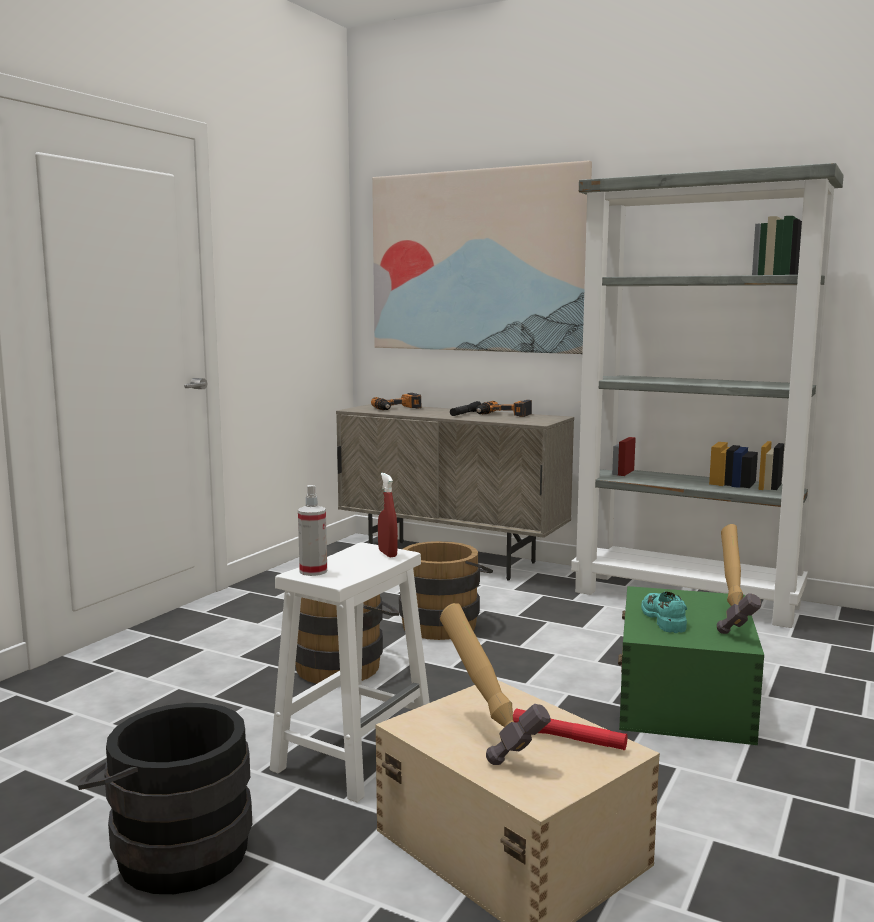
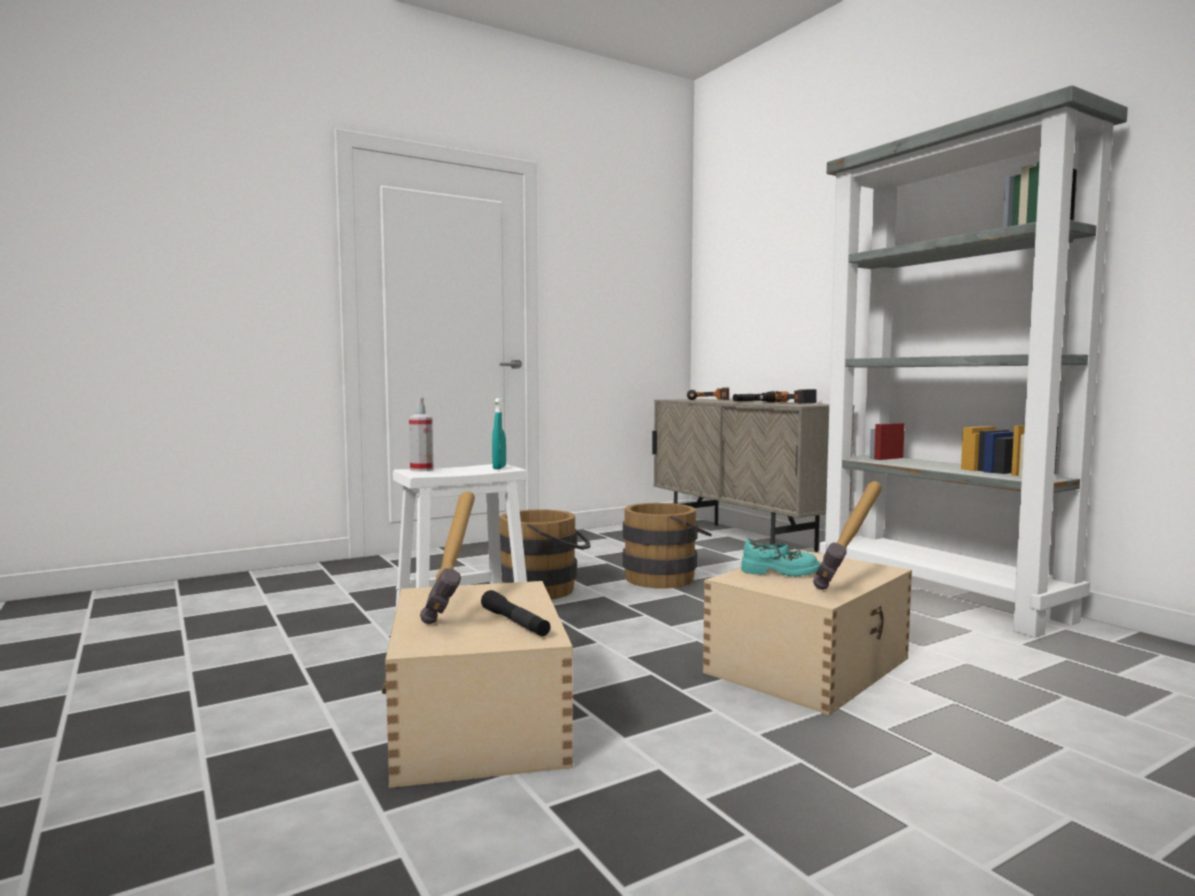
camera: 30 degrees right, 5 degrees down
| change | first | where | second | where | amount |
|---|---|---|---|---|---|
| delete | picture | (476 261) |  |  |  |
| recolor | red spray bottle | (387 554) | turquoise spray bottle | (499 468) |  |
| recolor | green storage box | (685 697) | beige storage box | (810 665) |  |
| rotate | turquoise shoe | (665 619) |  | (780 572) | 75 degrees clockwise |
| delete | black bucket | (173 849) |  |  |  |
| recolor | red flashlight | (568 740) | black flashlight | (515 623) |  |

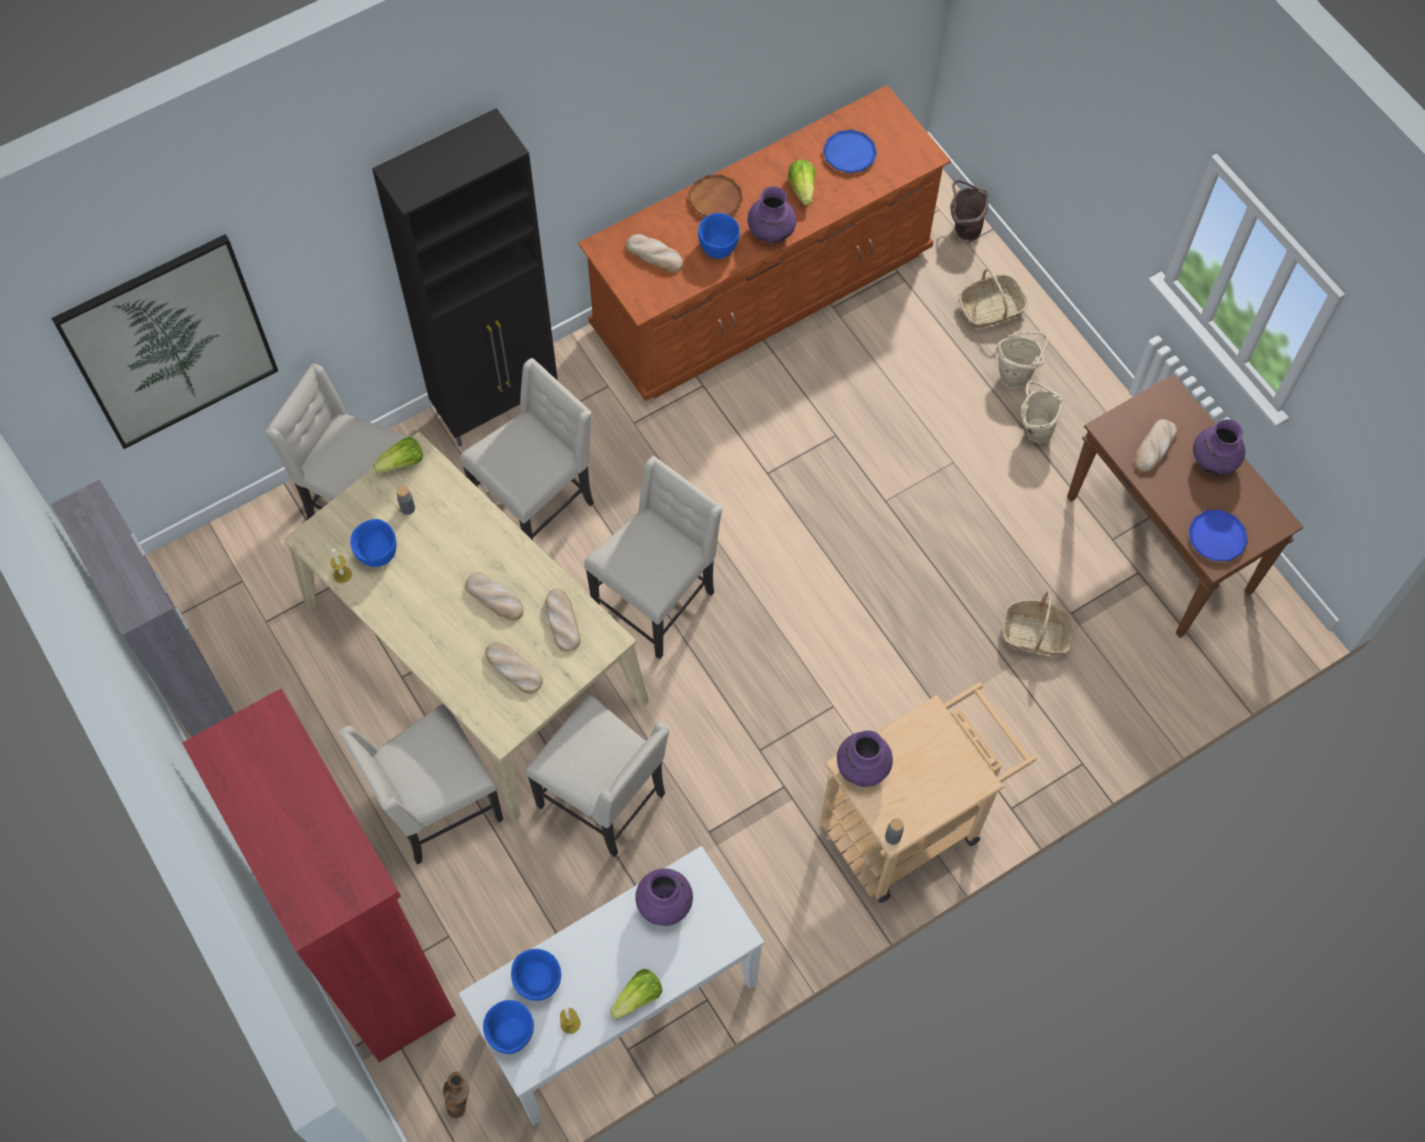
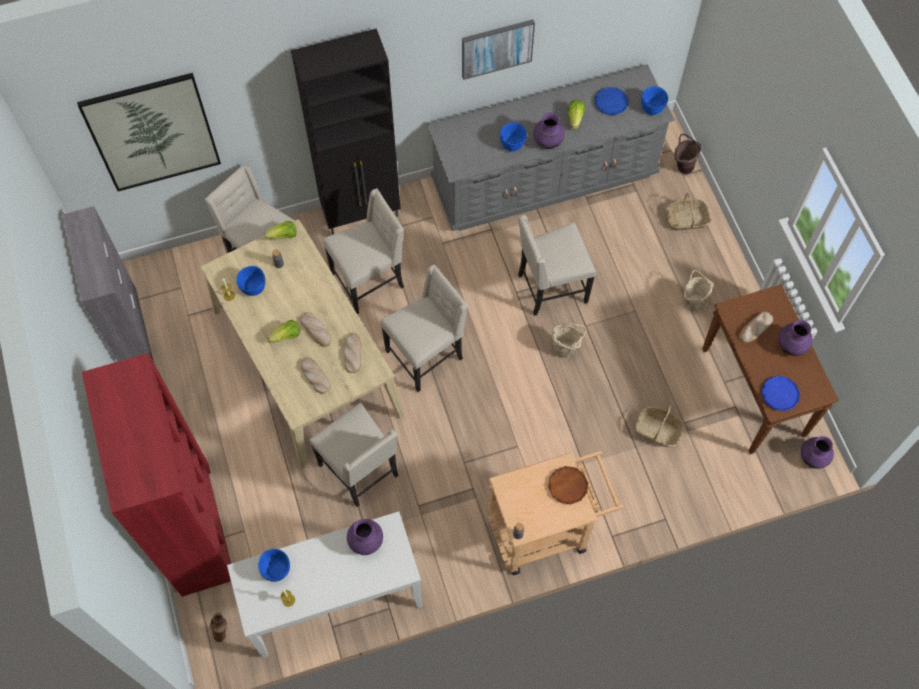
camera: 15 degrees right, 0 degrees up
| change | first | where | second | where | amount |
|---|---|---|---|---|---|
| recolor | brown dresser | (762 291) | grey dresser | (544 178) |  |
| move | brown plate | (715 199) |  | (568 486) |  |
| delete | bread | (655 255) |  |  |  |
| move | beige bucket | (1016 375) |  | (566 349) |  |
| move | beige chair | (436 808) |  | (550 288) |  |
| move | purple vase | (862 767) |  | (813 457) |  |
| move | lettuce | (638 997) |  | (287 336) |  |
| move | blue bowl | (511 1032) |  | (652 107) |  |
| insert |  |  | picture | (496 48) |  |

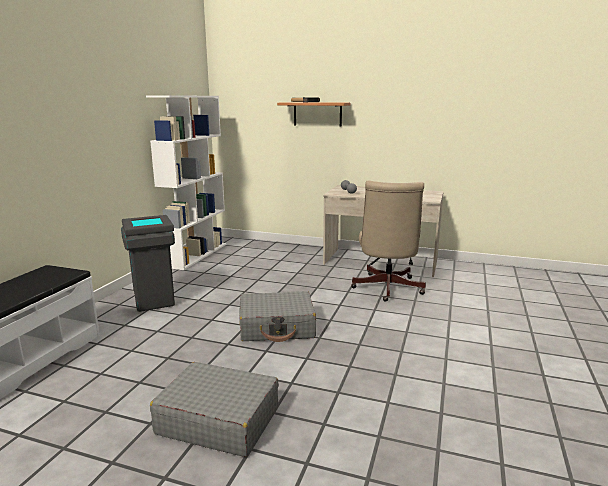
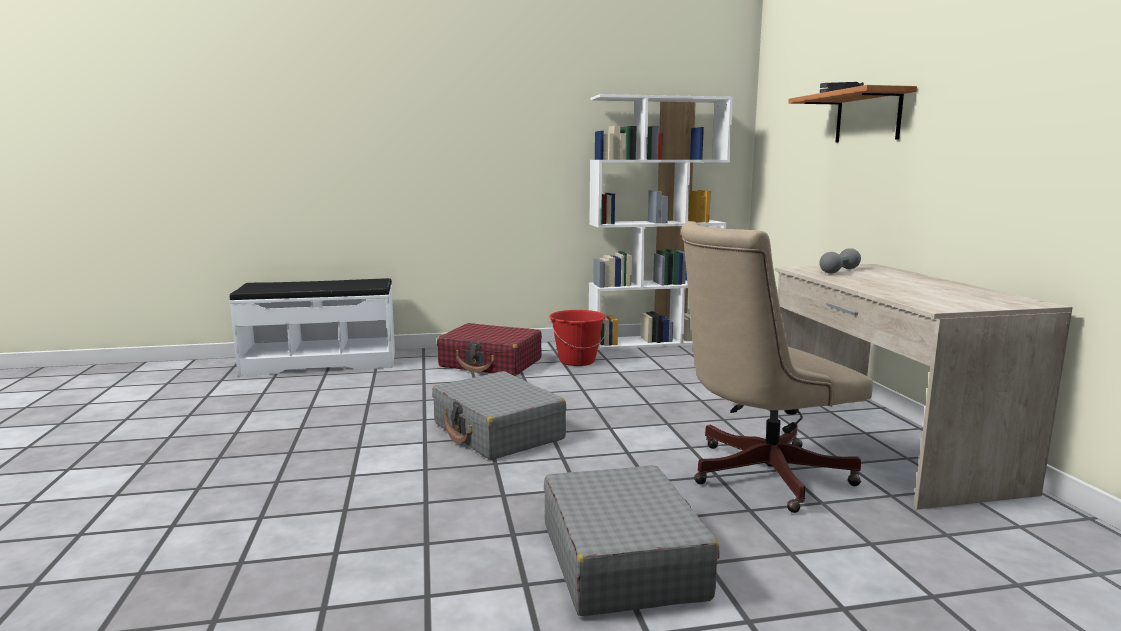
camera: 60 degrees right, 5 degrees down
| change | first | where | second | where | amount |
|---|---|---|---|---|---|
| replace | grey trash can | (154 302) | red suitcase | (491 363) |  |
| move | grey suitcase | (218 420) |  | (622 559) |  |
| insert |  |  | red bucket | (577 361) |  |

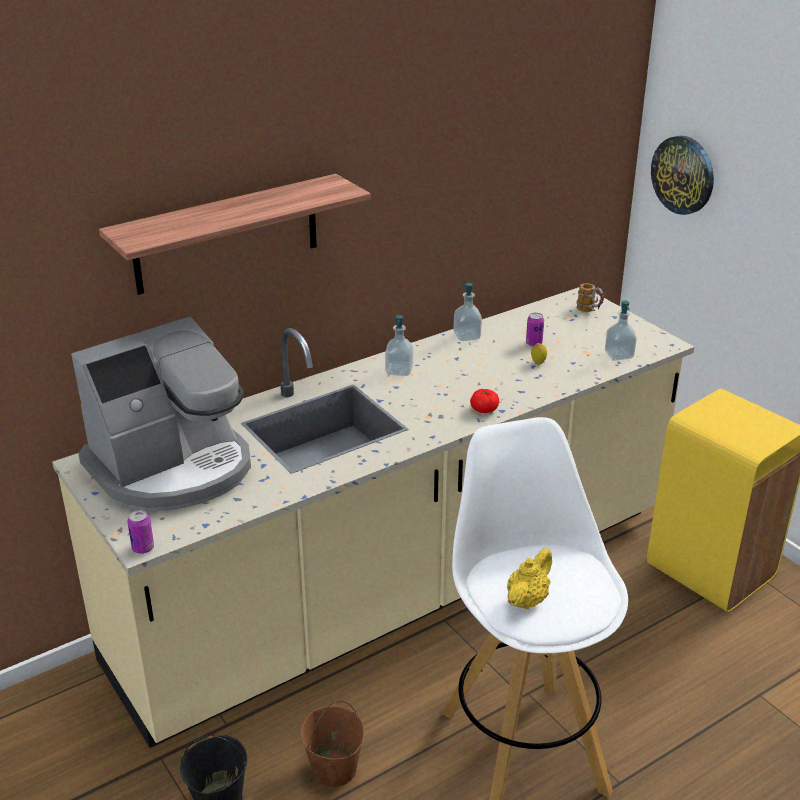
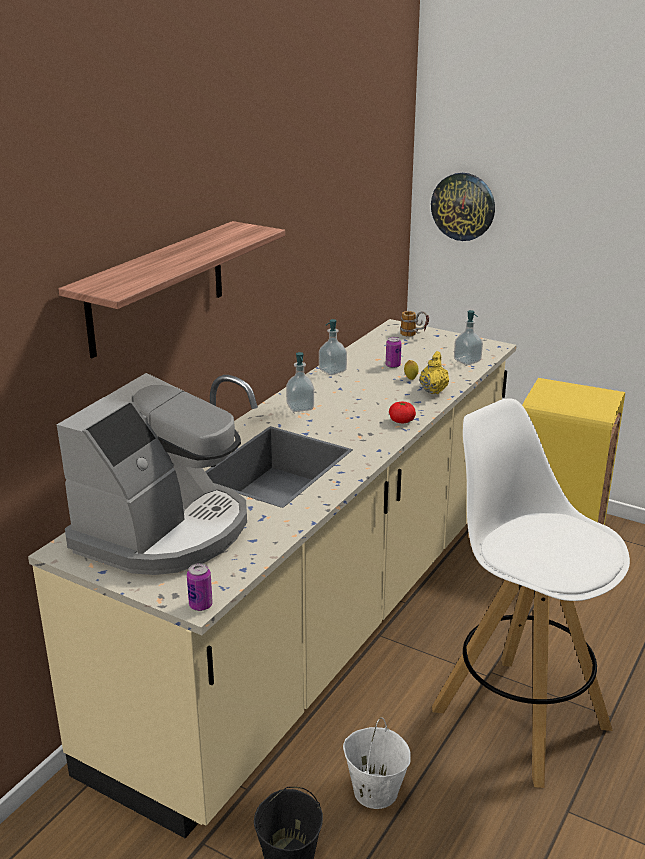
camera: 25 degrees left, 5 degrees down
| change | first | where | second | where | amount |
|---|---|---|---|---|---|
| move | yellow teapot | (527 599) |  | (433 390) |  |
| recolor | brown bucket | (333 768) | white bucket | (374 791) |  |

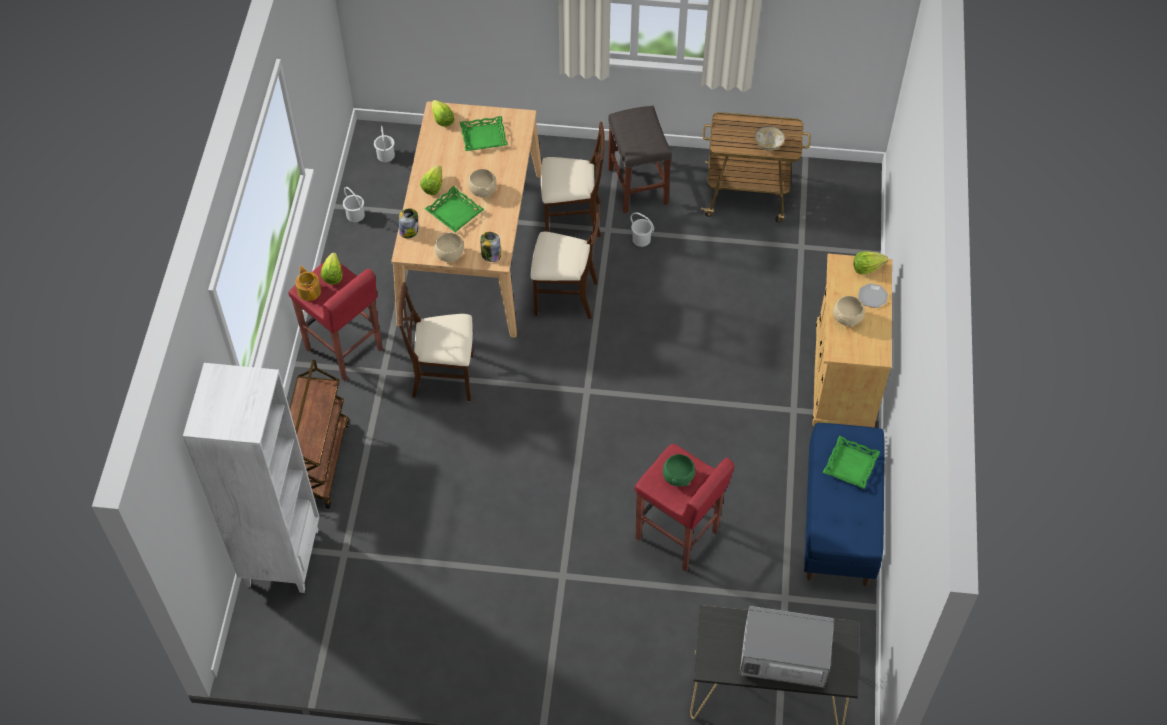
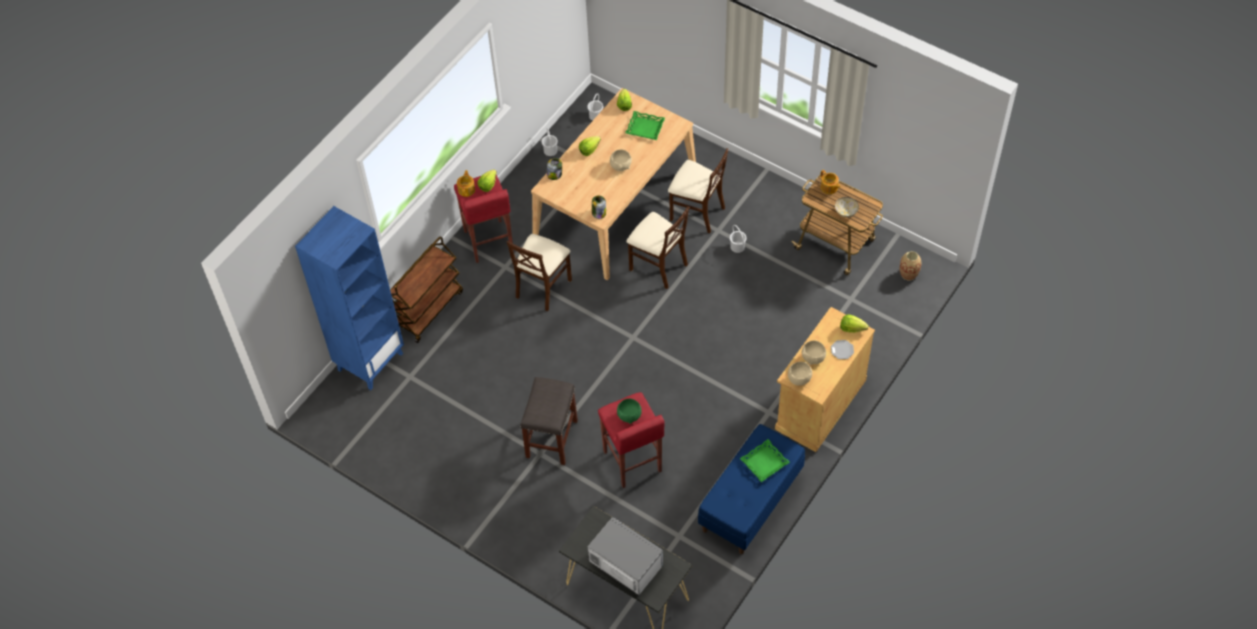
camera: 30 degrees right, 0 degrees up
| change | first | where | second | where | amount |
|---|---|---|---|---|---|
| move | grey stool | (637 185) |  | (551 438) |  |
| delete | green tray | (454 213) |  |  |  |
| move | beige bowl | (450 255) |  | (799 379) |  |
| rotate | beige chair | (444 377) |  | (543 287) | 90 degrees counterclockwise |
| recolor | white bookcase | (282 557) | blue bookcase | (370 361) |  |
| insert |  |  | teapot | (829 187) |  |
| insert |  |  | vase | (908 274) |  |

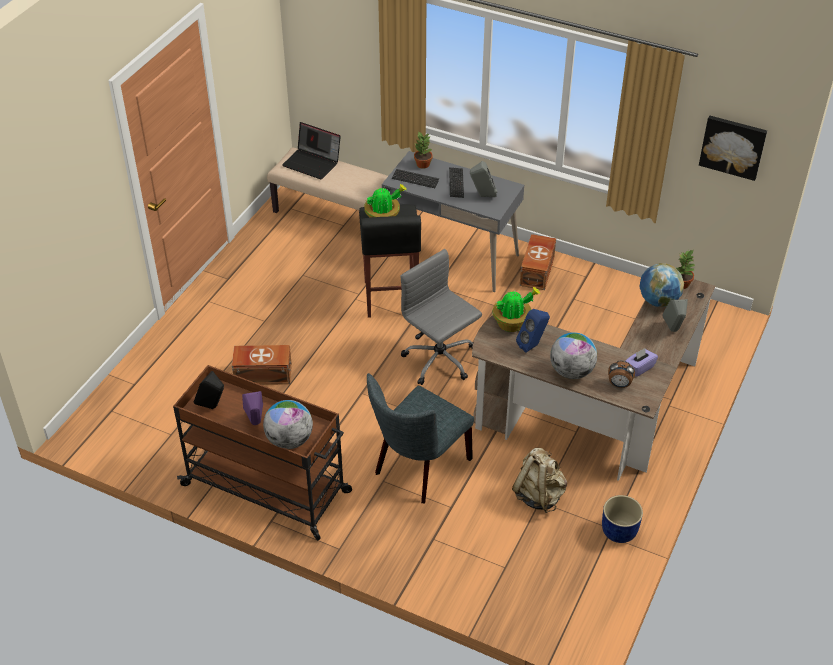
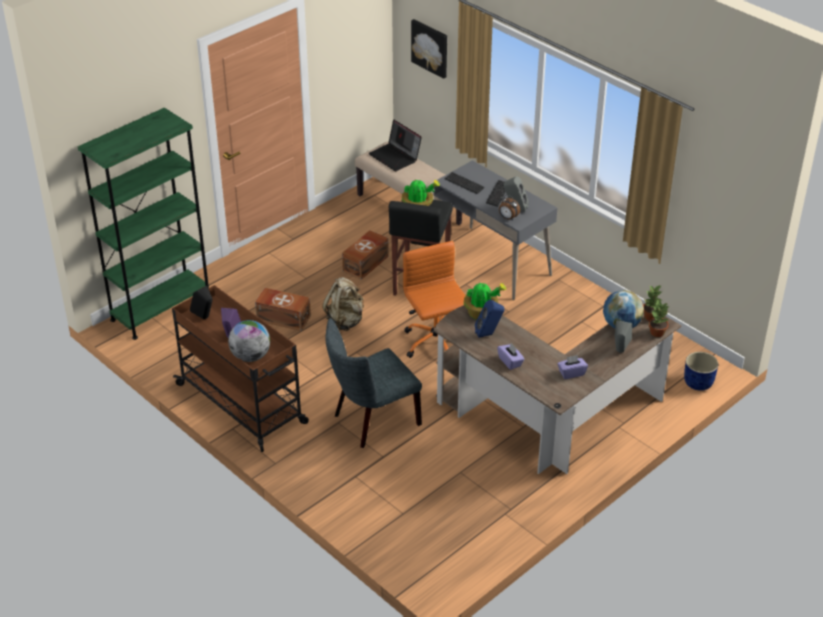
camera: 20 degrees right, 5 degrees down
| change | first | where | second | where | amount |
|---|---|---|---|---|---|
| move | picture | (733 146) |  | (430 48) |  |
| move | potted plant | (422 164) |  | (656 332) |  |
| move | brown storage box | (538 271) |  | (366 263) |  |
| recolor | grey office chair | (440 360) | orange office chair | (436 343) |  |
| replace | globe | (571 371) | purple tissue box | (510 362) |  |
| move | alarm clock | (619 385) |  | (508 218) |  |
| move | beige backpack | (539 495) |  | (345 321) |  |
| move | blue planter | (619 531) |  | (698 383) |  |
| insert |  |  | green bookcase | (161 308) |  |

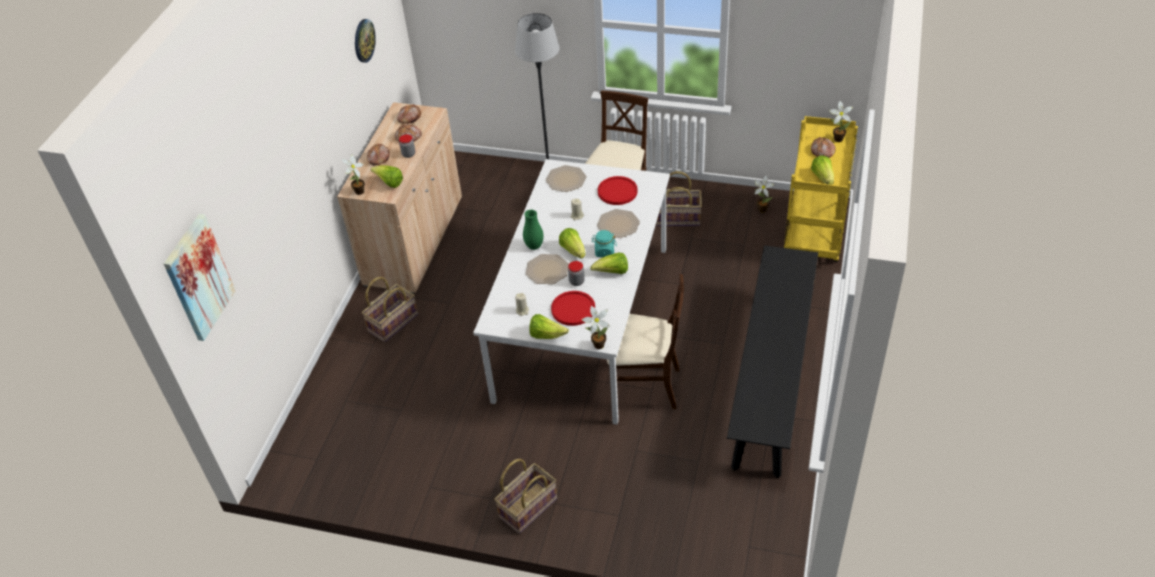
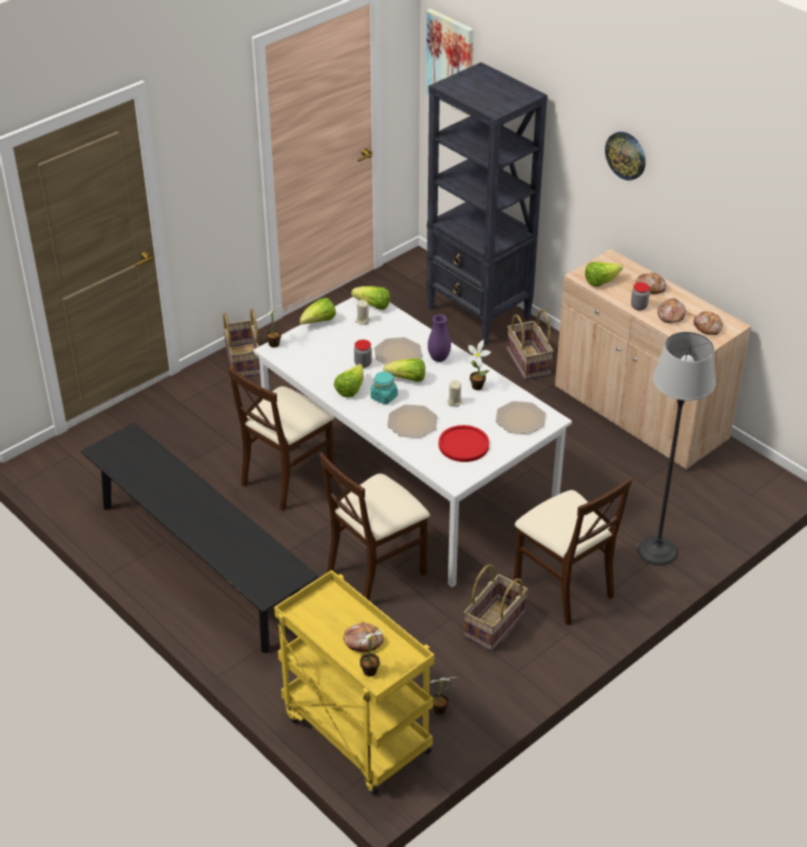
camera: 120 degrees right, 5 degrees down
| change | first | where | second | where | amount |
|---|---|---|---|---|---|
| move | wall clock | (363 40) |  | (626 155) |  |
| move | potted plant | (358 192) |  | (476 385) |  |
| move | lettuce | (823 177) |  | (372 305) |  |
| recolor | green vase | (534 246) | purple vase | (439 359) |  |
| delete | red plate | (573 309) |  |  |  |
| insert |  |  | black bookcase | (479 314) |  |
| insert |  |  | beige chair | (376 570) |  |

